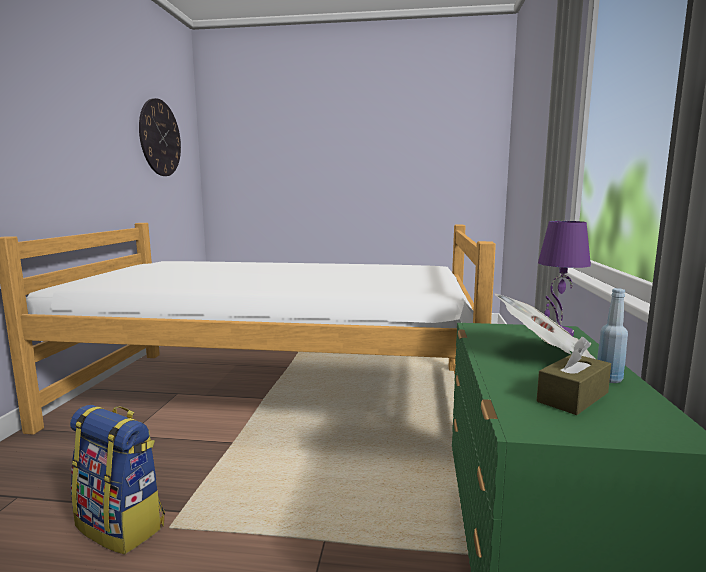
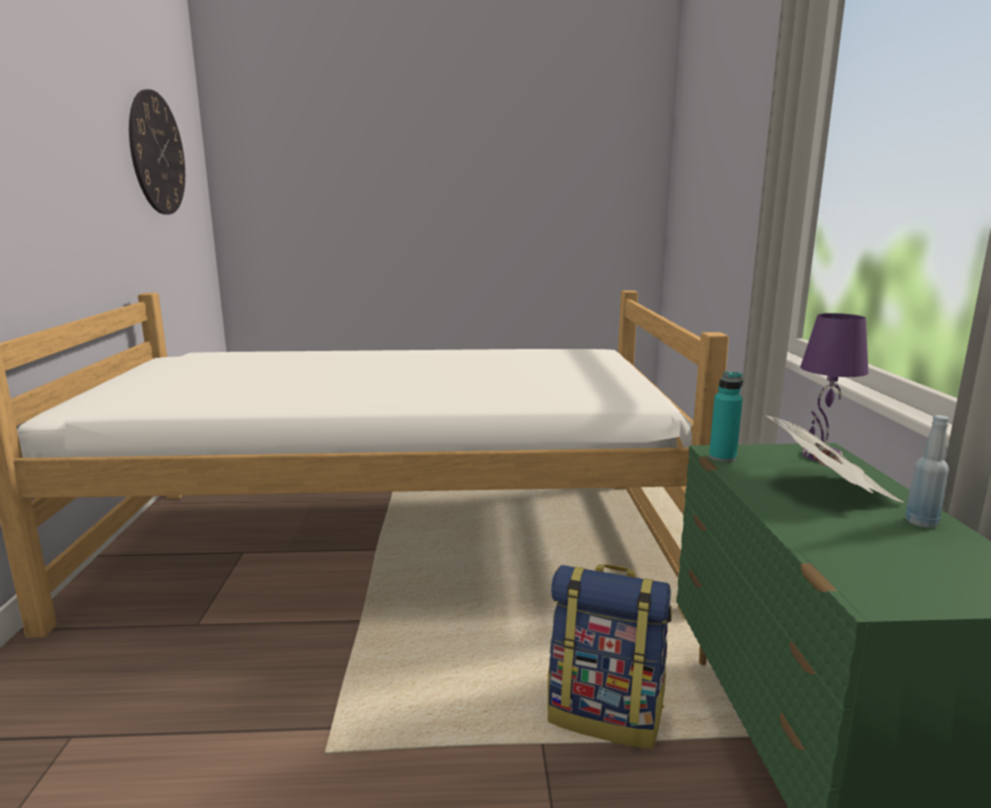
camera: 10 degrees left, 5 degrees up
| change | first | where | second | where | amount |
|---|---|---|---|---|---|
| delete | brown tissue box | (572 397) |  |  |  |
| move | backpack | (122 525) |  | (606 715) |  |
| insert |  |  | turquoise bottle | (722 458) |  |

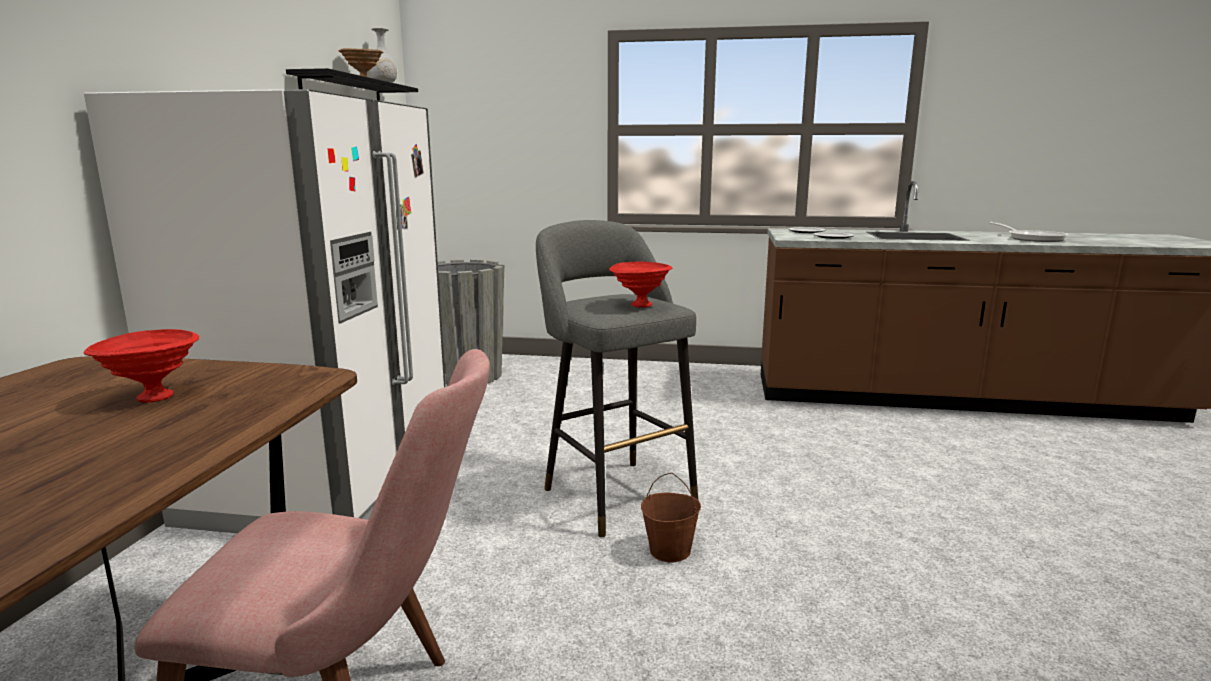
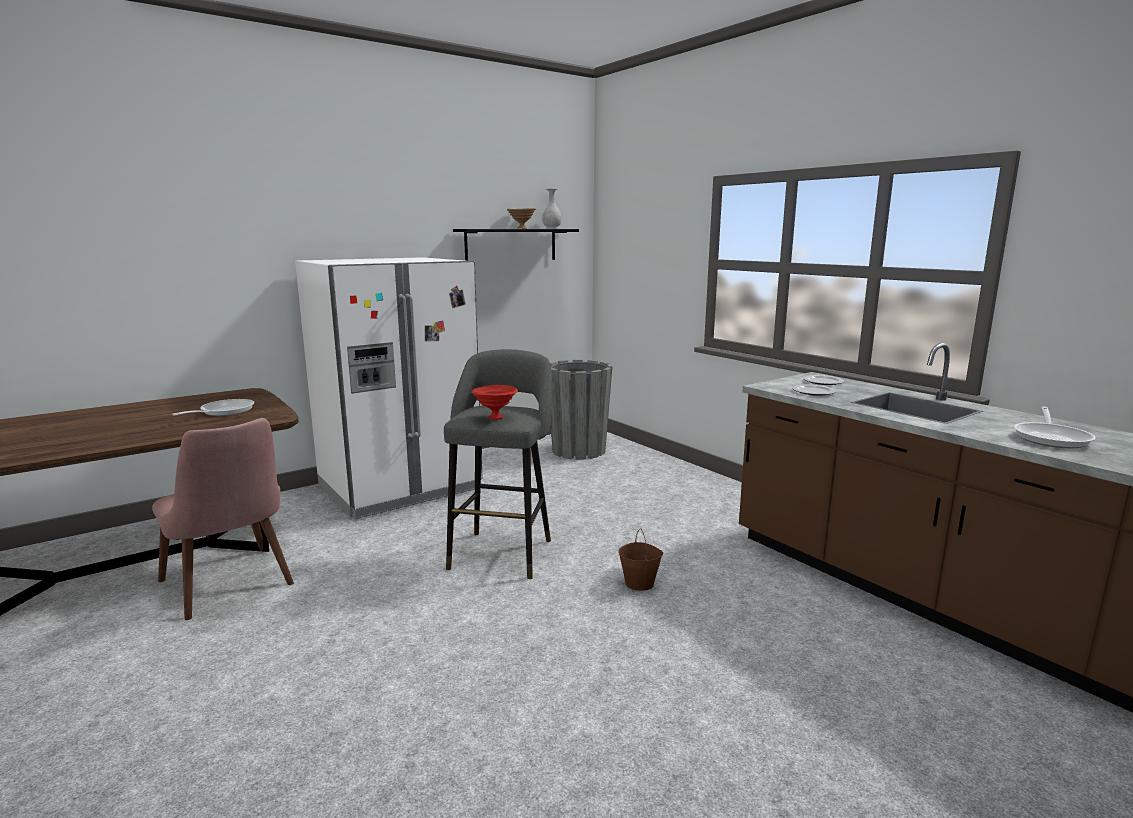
camera: 45 degrees right, 0 degrees up
| change | first | where | second | where | amount |
|---|---|---|---|---|---|
| replace | red bowl | (152 398) | frying pan | (223 412) |  |
| move | brown bucket | (670 551) |  | (640 583) |  |

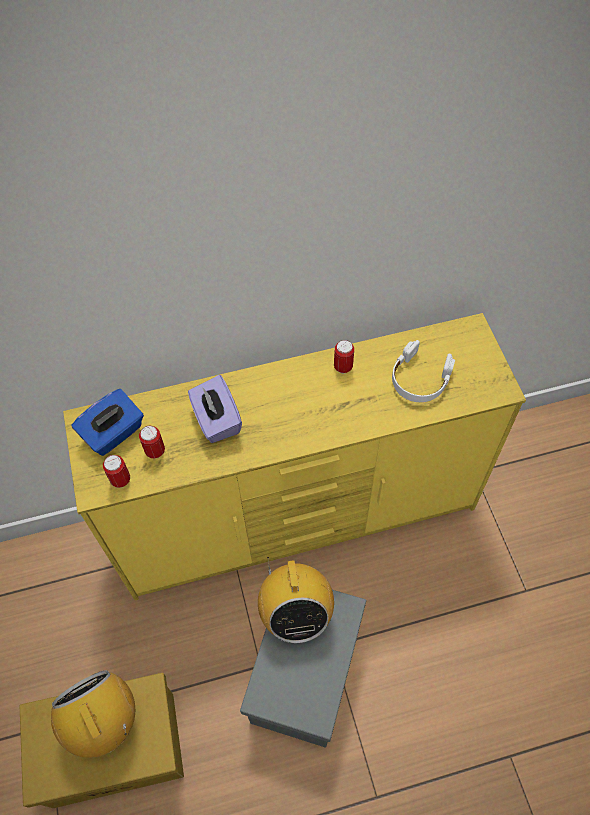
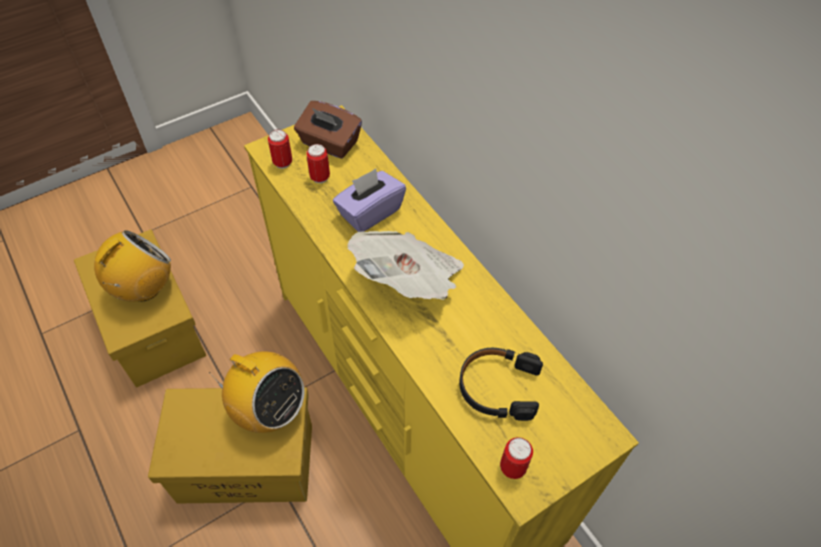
camera: 70 degrees right, 5 degrees down
| change | first | where | second | where | amount |
|---|---|---|---|---|---|
| move | can | (343 367) |  | (512 467) |  |
| recolor | white headphones | (419 378) | black headphones | (498 387) |  |
| recolor | blue tissue box | (114 433) | brown tissue box | (329 144) |  |
| rotate | radio | (296 613) |  | (269 410) | 120 degrees counterclockwise |
| recolor | grey storage box | (305 670) | yellow storage box | (248 462) |  |
| insert |  |  | newspaper | (409 280) |  |

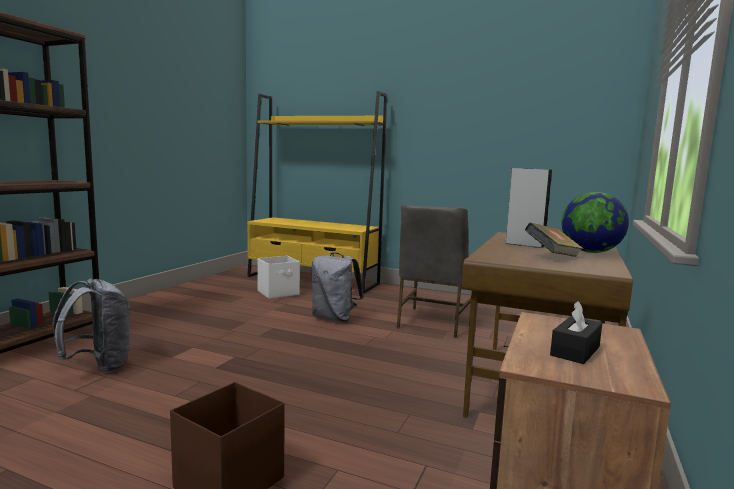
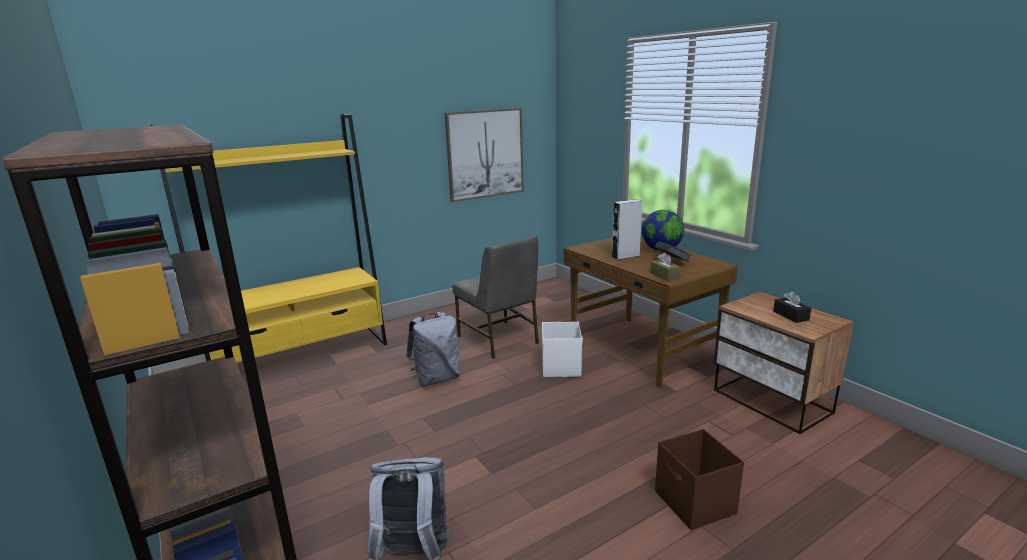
camera: 55 degrees left, 10 degrees up
| change | first | where | second | where | amount |
|---|---|---|---|---|---|
| move | white storage box | (279 293) |  | (561 367) |  |
| insert |  |  | picture | (485 154) |  |
| insert |  |  | brown tissue box | (664 275) |  |

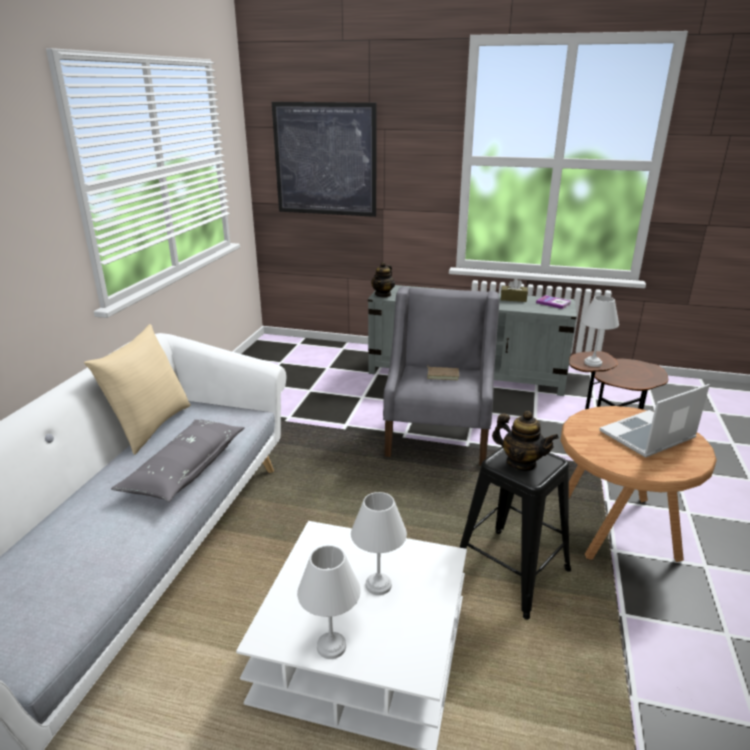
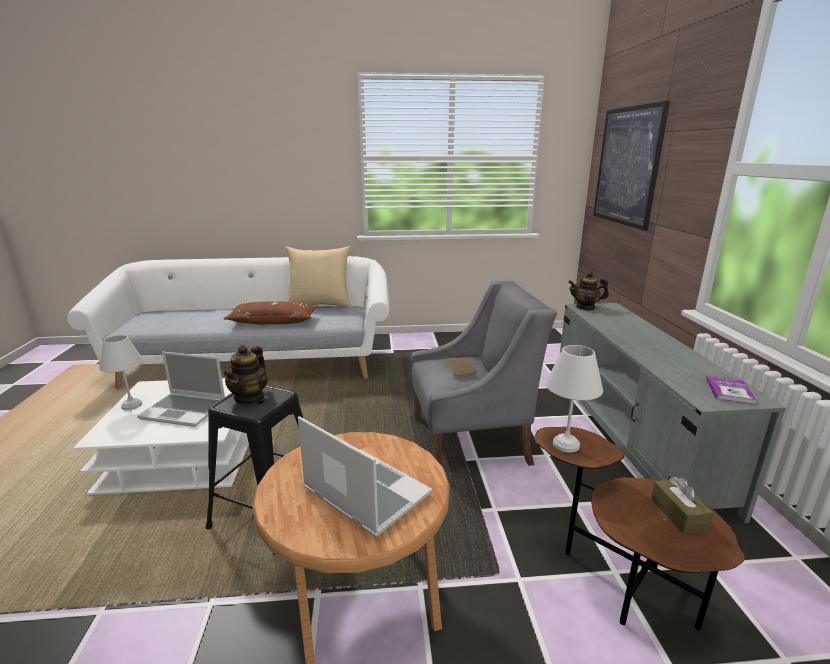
camera: 70 degrees right, 5 degrees down
| change | first | where | second | where | amount |
|---|---|---|---|---|---|
| move | brown tissue box | (513 299) |  | (678 514) |  |
| recolor | grey pillow | (185 469) | brown pillow | (273 321) |  |
| replace | white table lamp | (378 584) | laptop | (185 410) |  |

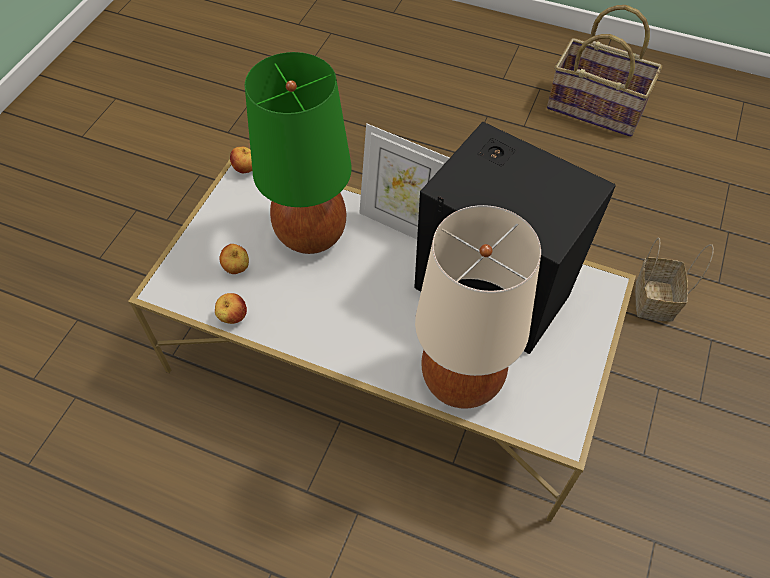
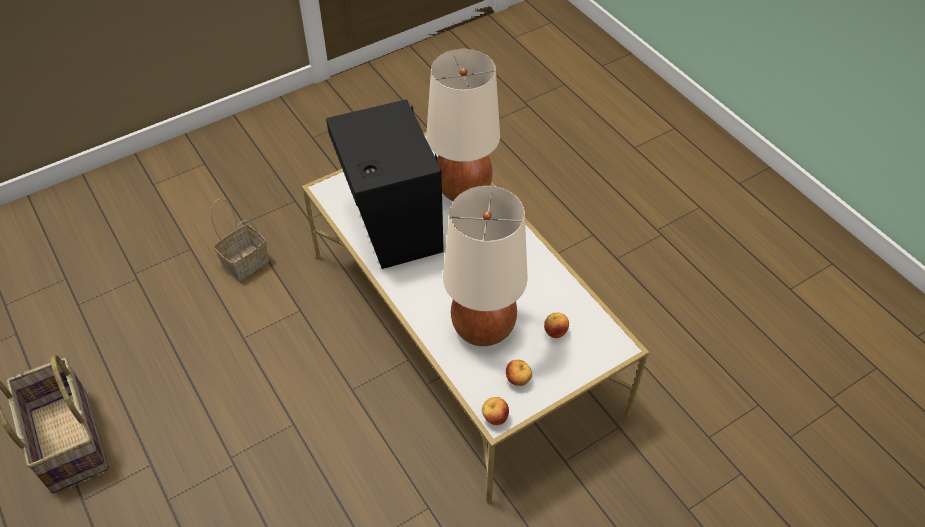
camera: 145 degrees left, 5 degrees down
| change | first | where | second | where | amount |
|---|---|---|---|---|---|
| recolor | green table lamp | (312 234) | beige table lamp | (482 327) |  |
| delete | picture frame | (401 224) |  |  |  |
| move | apple | (233 317) |  | (518 380) |  |

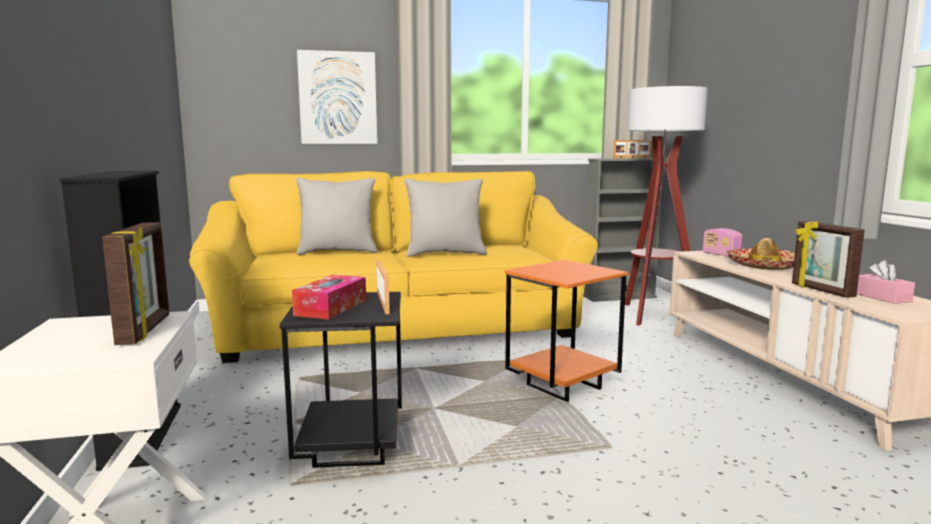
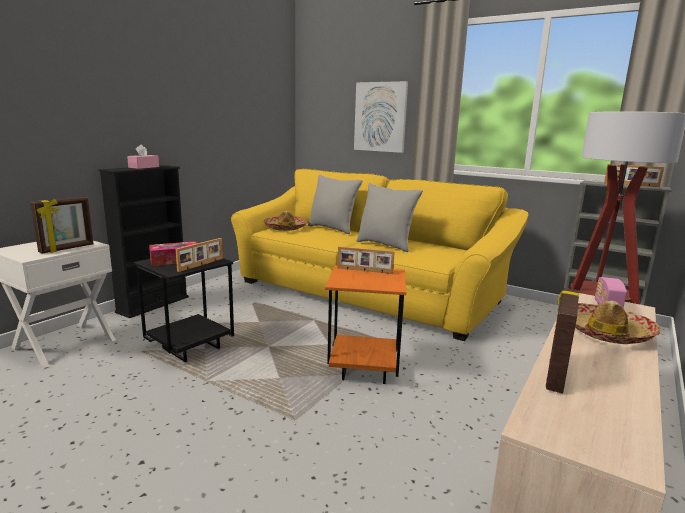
camera: 45 degrees right, 5 degrees up
| change | first | where | second | where | amount |
|---|---|---|---|---|---|
| move | pink tissue box | (882 297) |  | (144 167) |  |
| insert |  |  | hat | (285 228) |  |
| insert |  |  | picture frame | (364 271) |  |

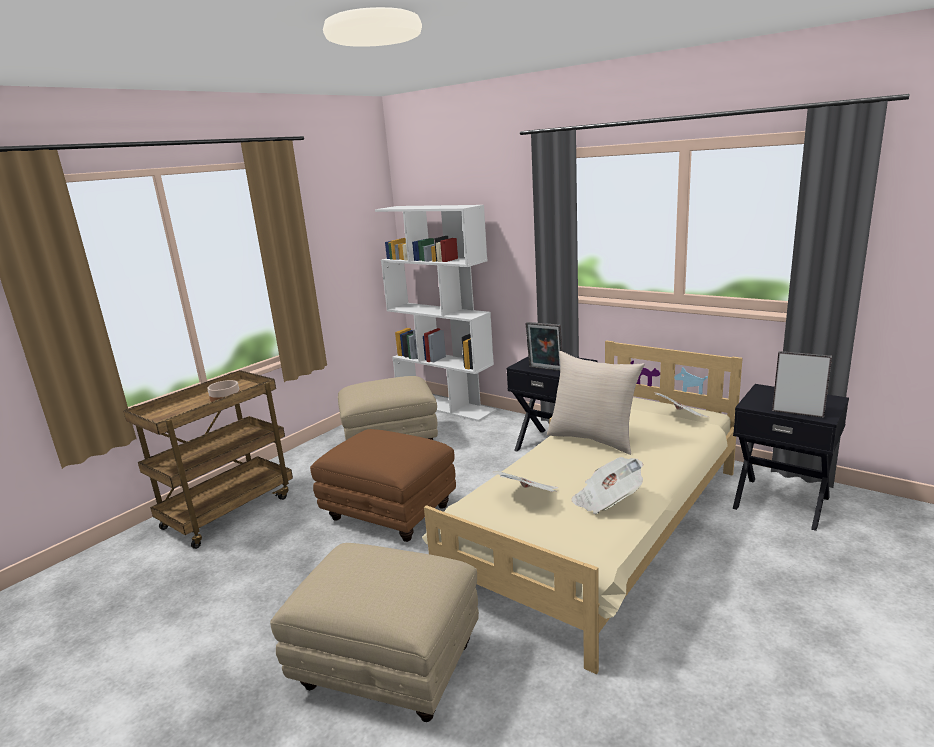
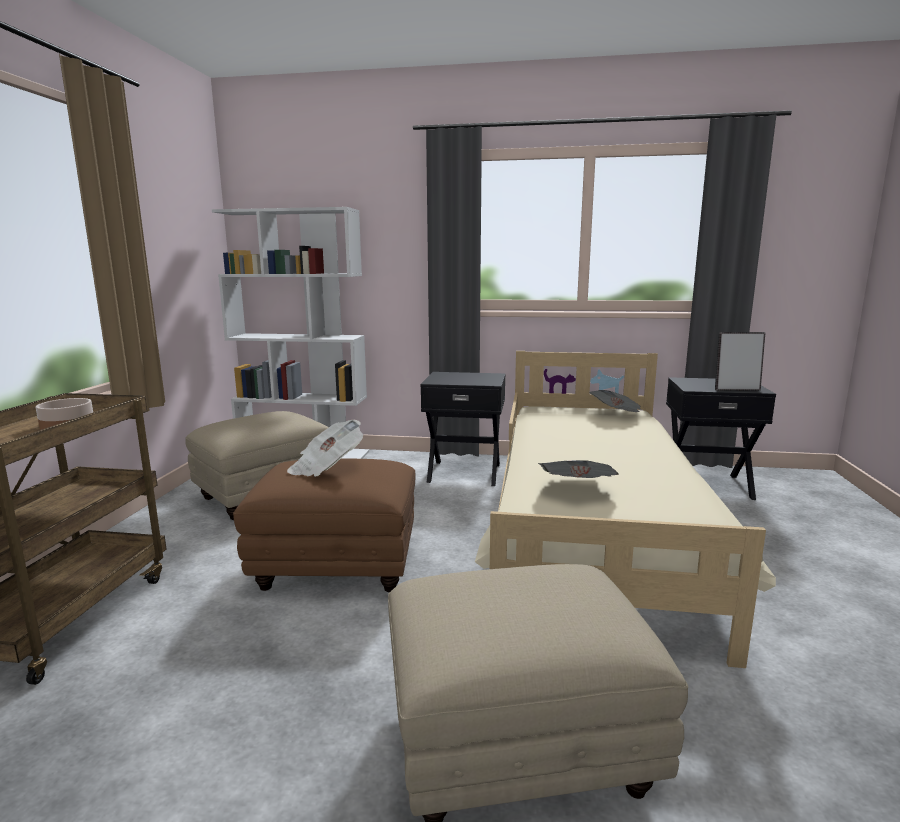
camera: 30 degrees left, 5 degrees down
| change | first | where | second | where | amount |
|---|---|---|---|---|---|
| delete | picture frame | (545 369) |  |  |  |
| delete | beige pillow | (593 439) |  |  |  |
| move | newspaper | (607 501) |  | (326 467) |  |

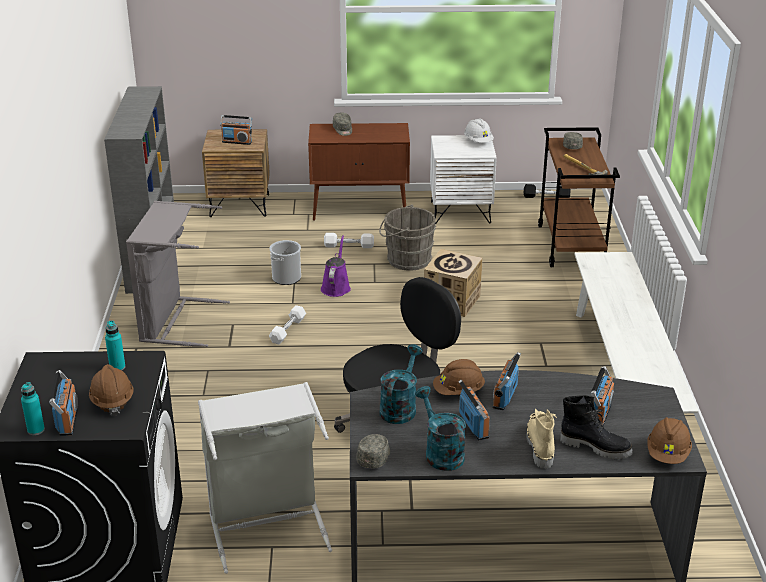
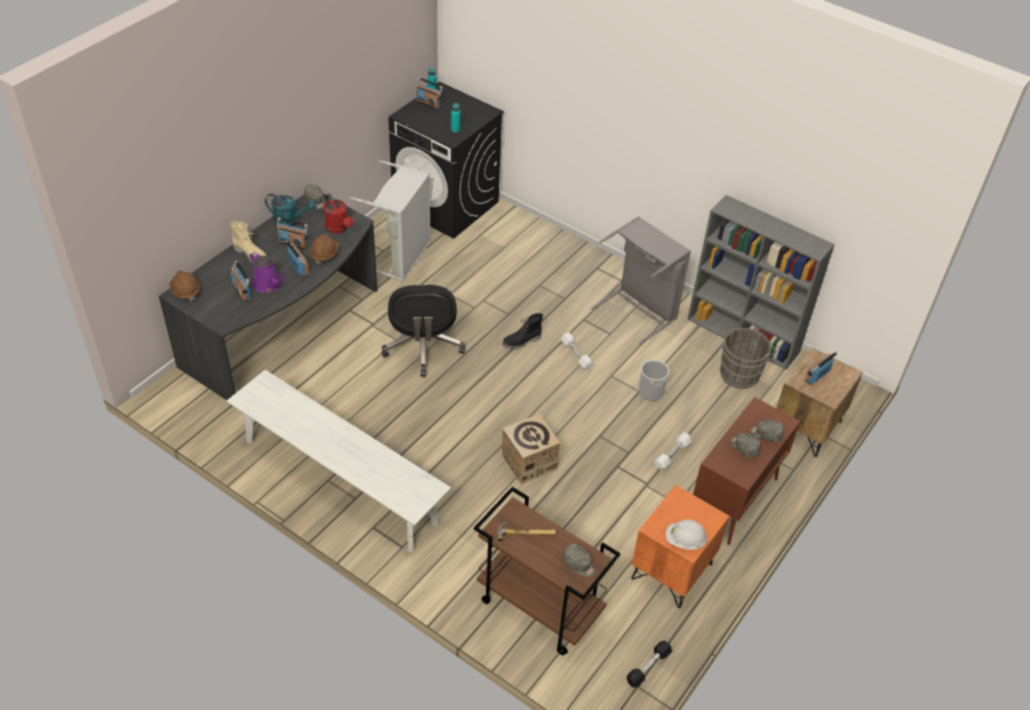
camera: 125 degrees right, 15 degrees up
| change | first | where | second | where | amount |
|---|---|---|---|---|---|
| recolor | white nightstand | (460 212) | orange nightstand | (672 571) |  |
| move | grey bucket | (406 259) |  | (741 373) |  |
| move | purple watering can | (336 287) |  | (269 284) |  |
| recolor | turquoise watering can | (400 407) | red watering can | (339 228) |  |
| delete | brown hard hat | (112 401) |  |  |  |
| move | black boot | (595 447) |  | (522 342) |  |
| insert |  |  | grey cap | (744 448) |  |

